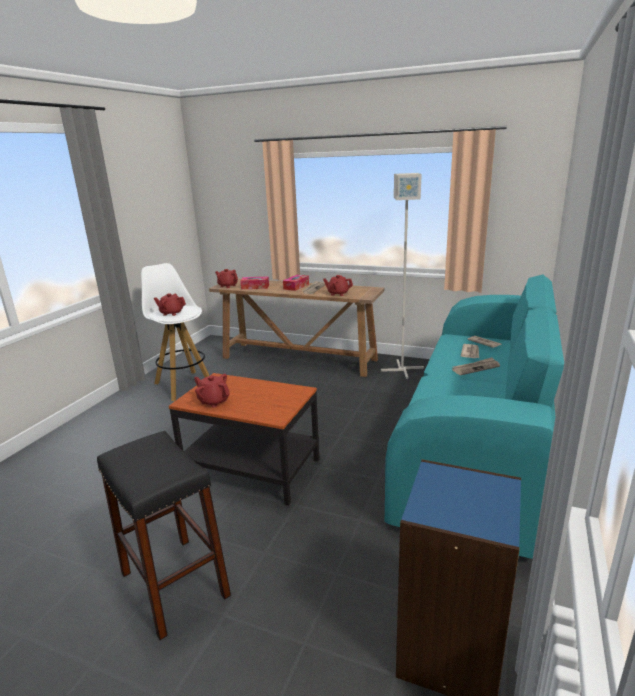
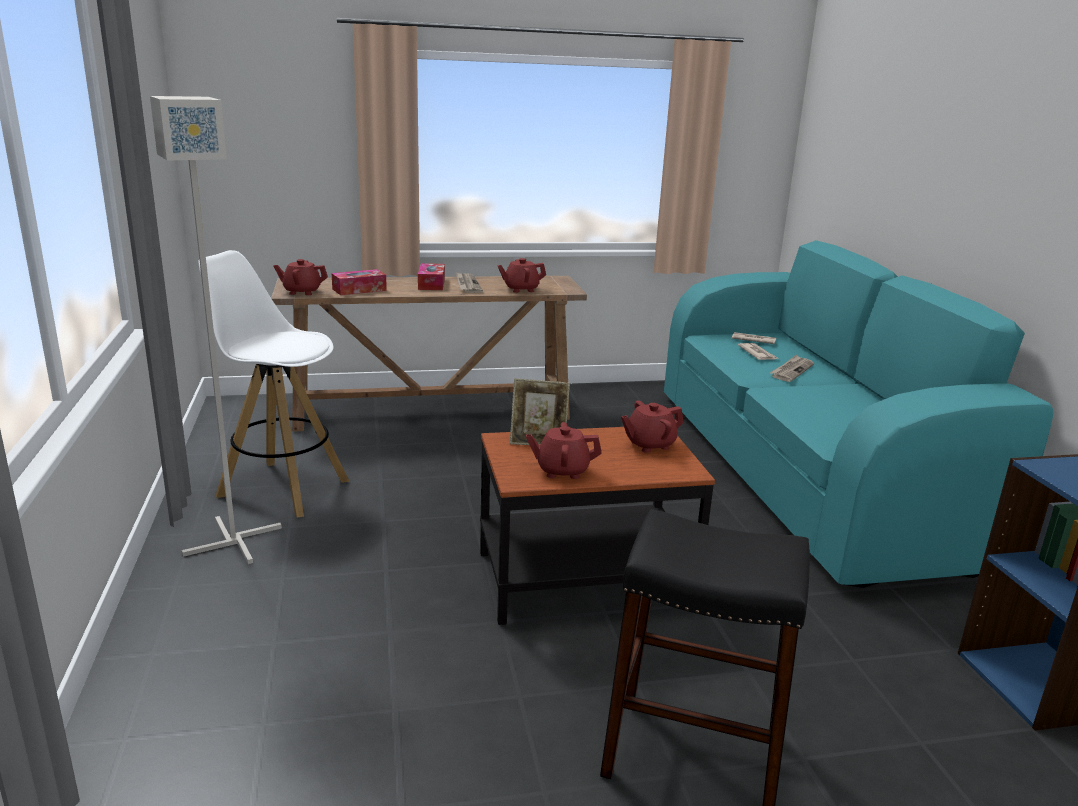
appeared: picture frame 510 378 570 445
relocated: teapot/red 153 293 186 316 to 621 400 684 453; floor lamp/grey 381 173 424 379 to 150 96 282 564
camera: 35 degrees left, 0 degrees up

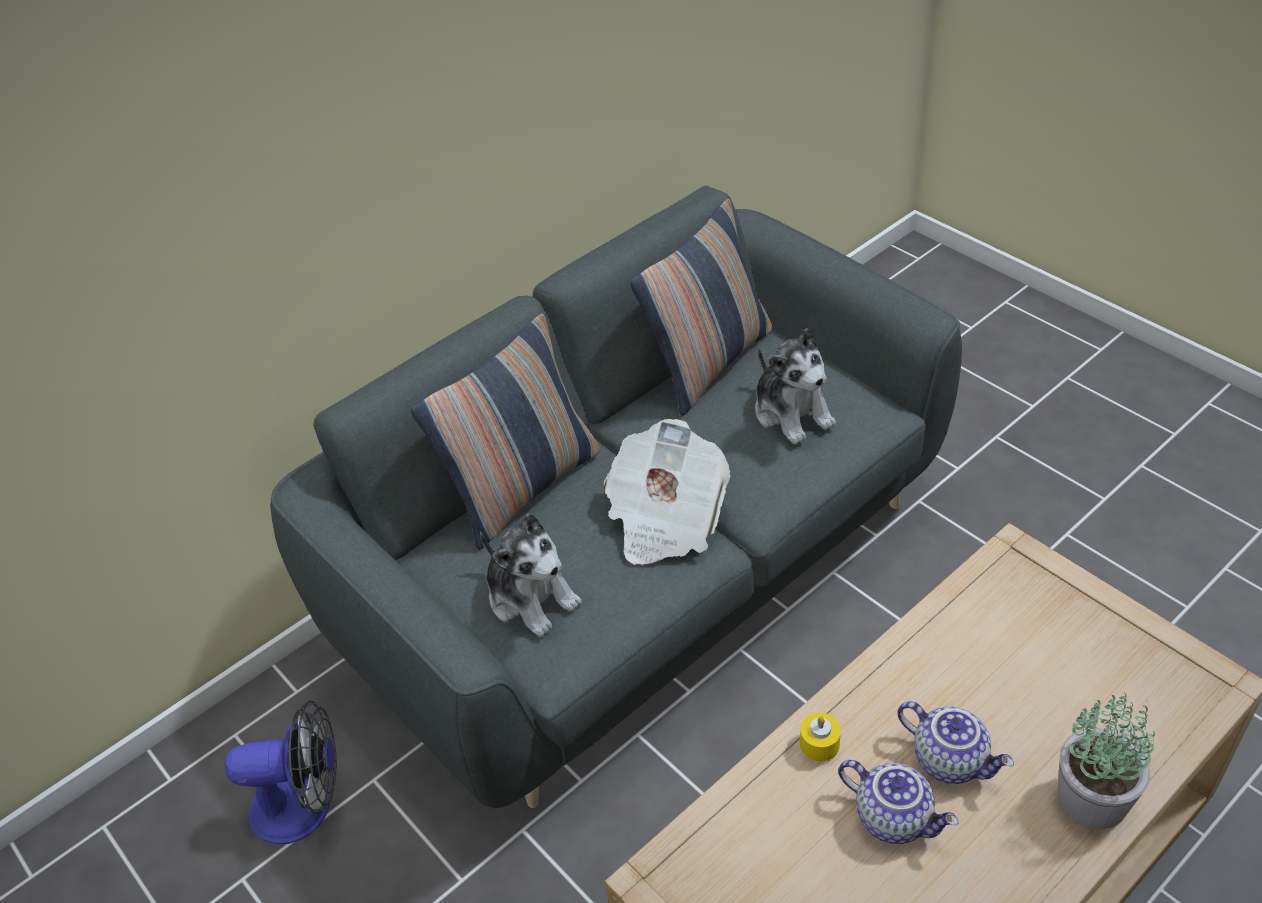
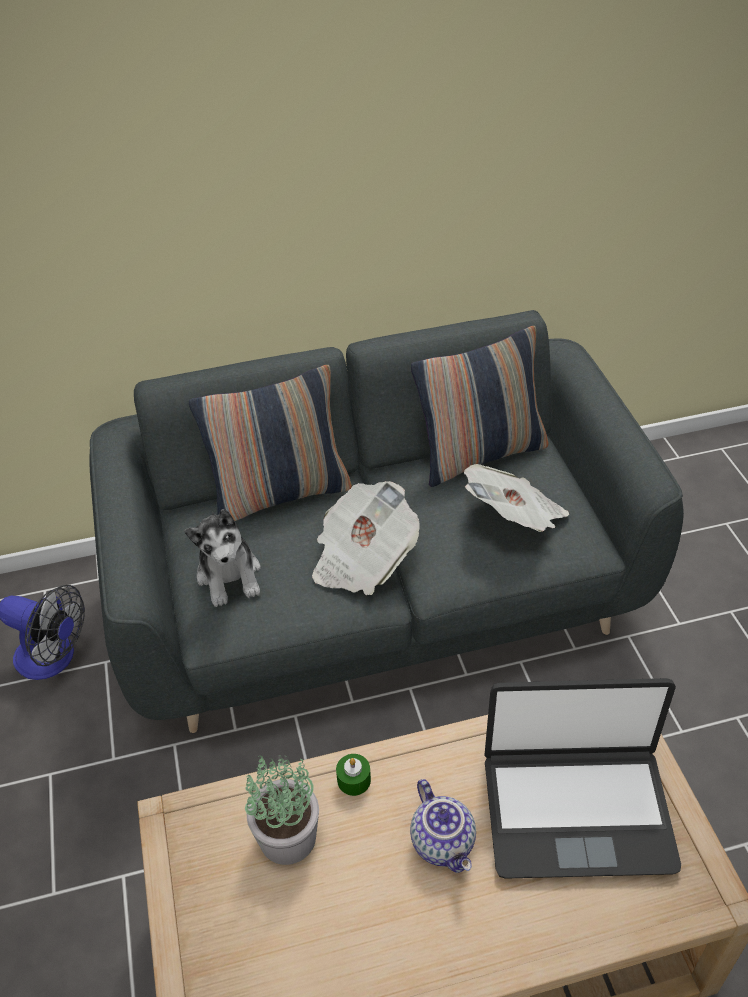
missing: teapot 838 760 958 844
appeared: laptop 484 678 681 879
relocated: potted plant 1057 692 1155 829 to 245 755 319 865
exchanged: plush toy 755 328 836 444 to newspaper 464 464 569 532
colour: candle/yellow 800 713 841 762 to candle/green 336 754 371 796
camera: 25 degrees right, 0 degrees up

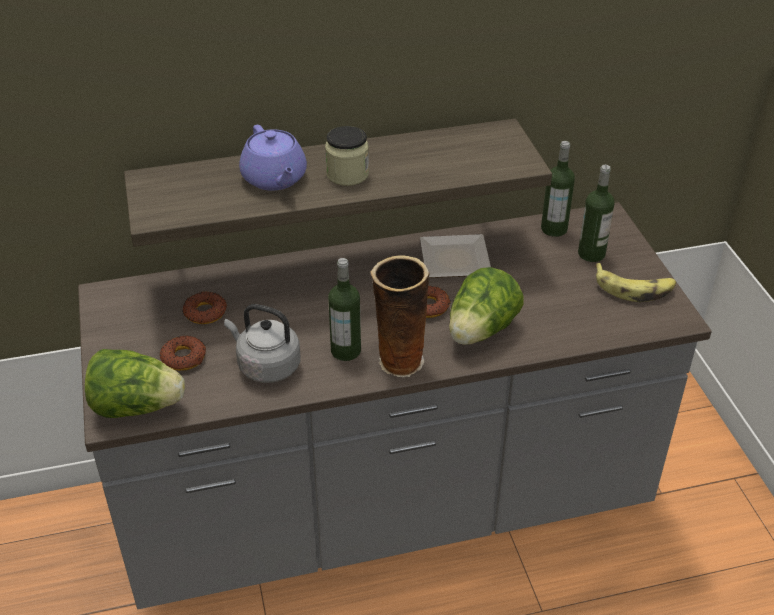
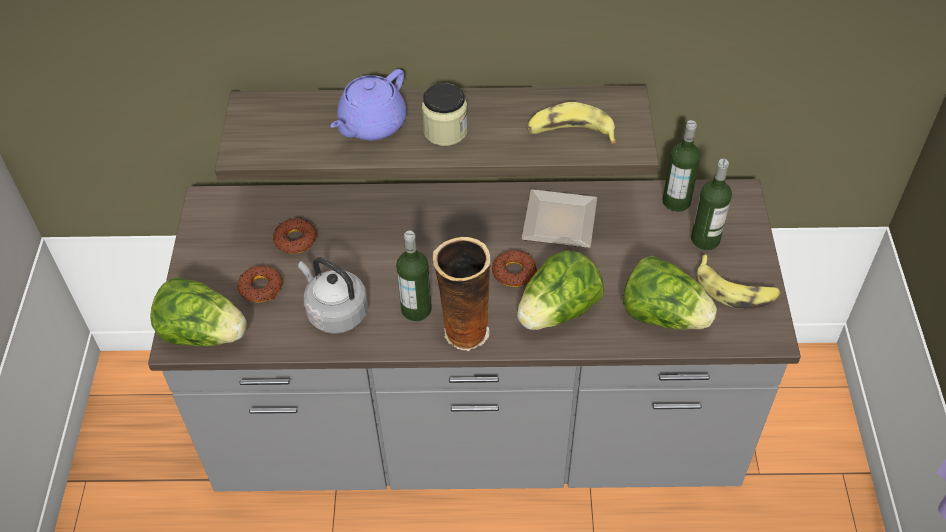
appeared: banana 527 102 616 144; lettuce 623 256 717 330
spun: teapot/purple 239 125 307 191 = 330 69 407 141 45 degrees clockwise
camera: 15 degrees right, 10 degrees up

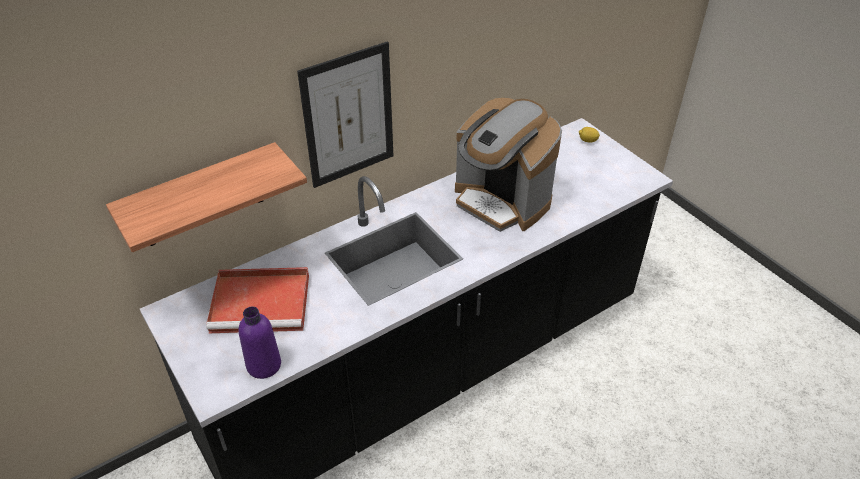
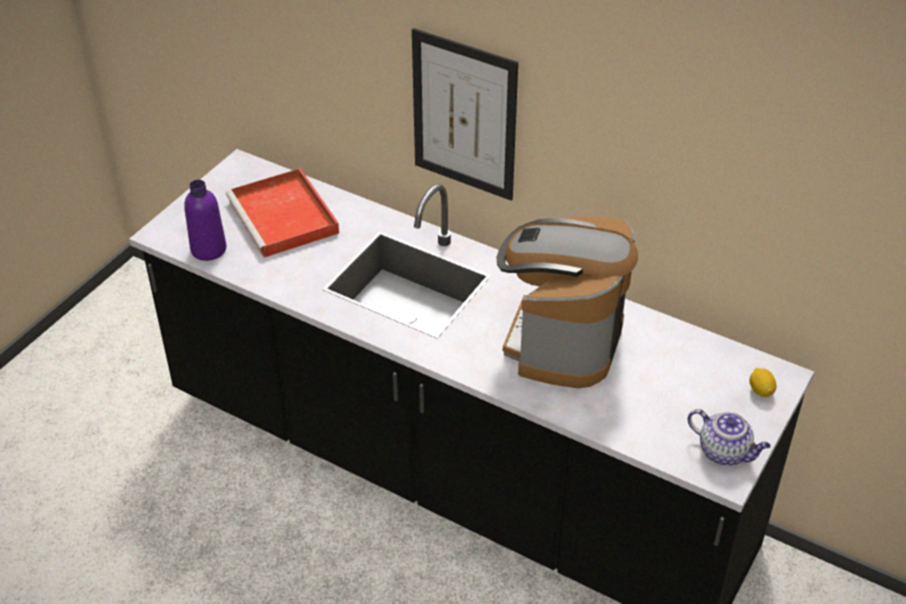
missing: shelf 106 142 307 252
appeared: teapot 688 409 771 466
camera: 65 degrees right, 0 degrees up

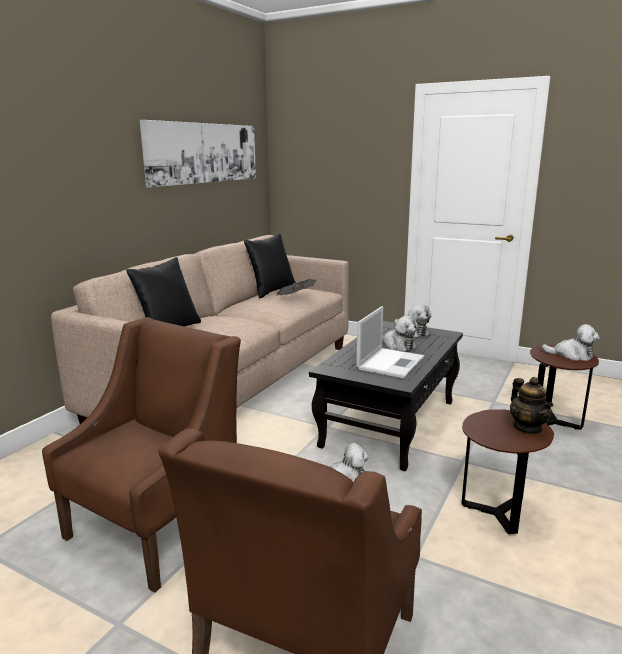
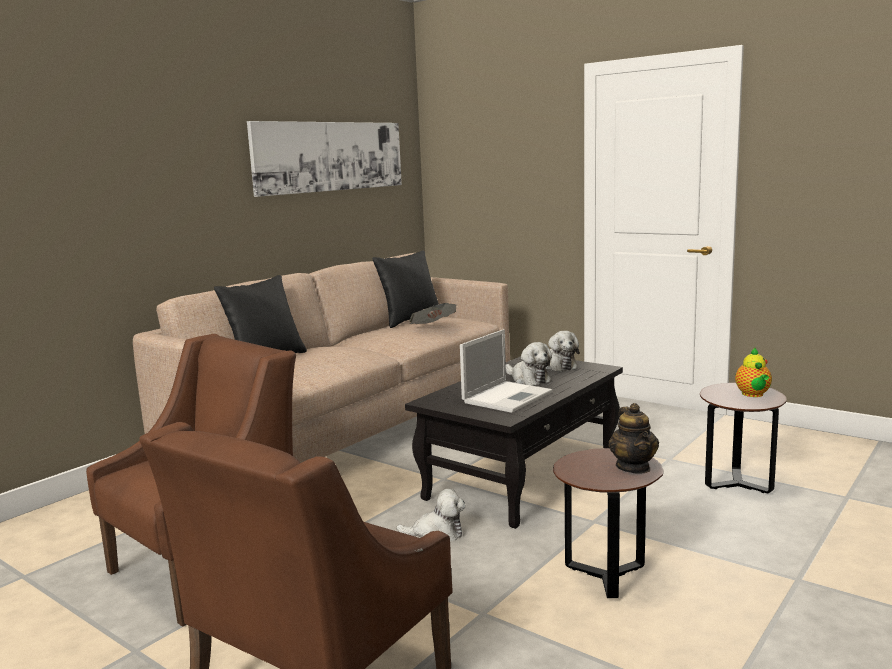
exchanged: plush toy 542 324 600 361 to teapot 735 348 772 397
camera: 10 degrees right, 5 degrees down

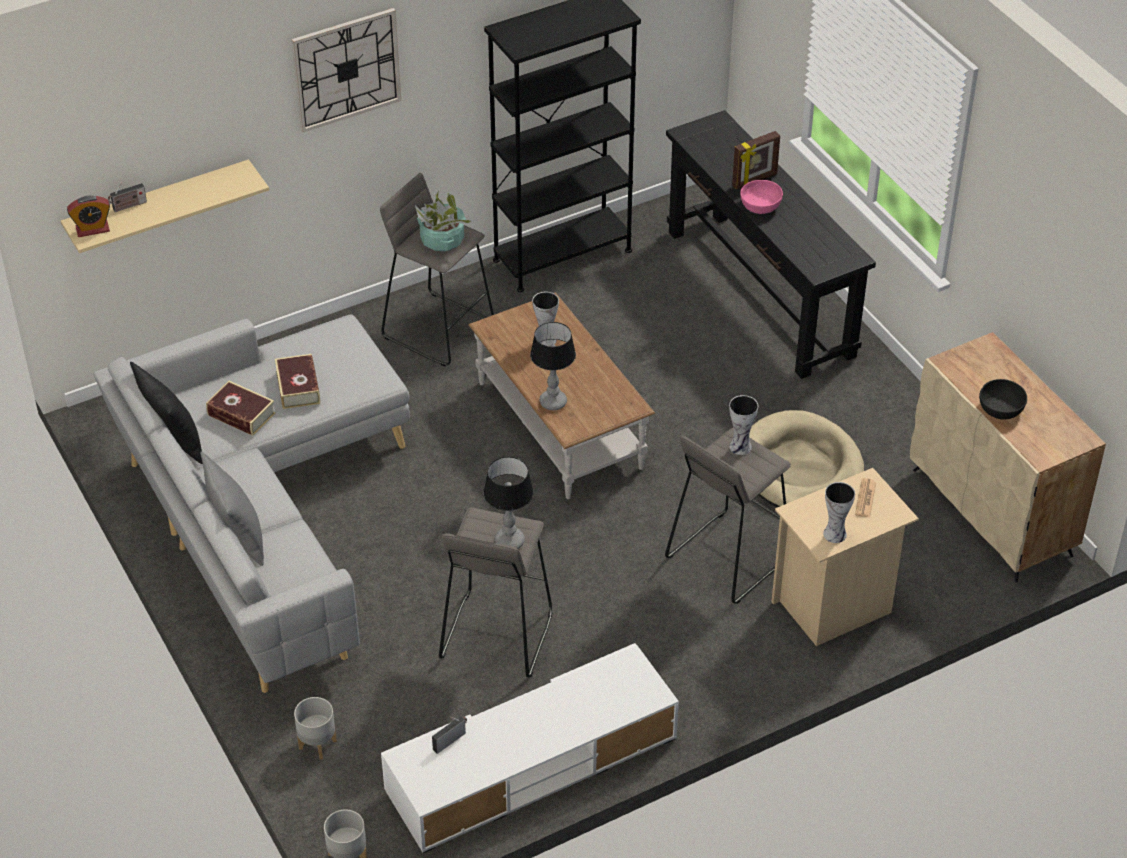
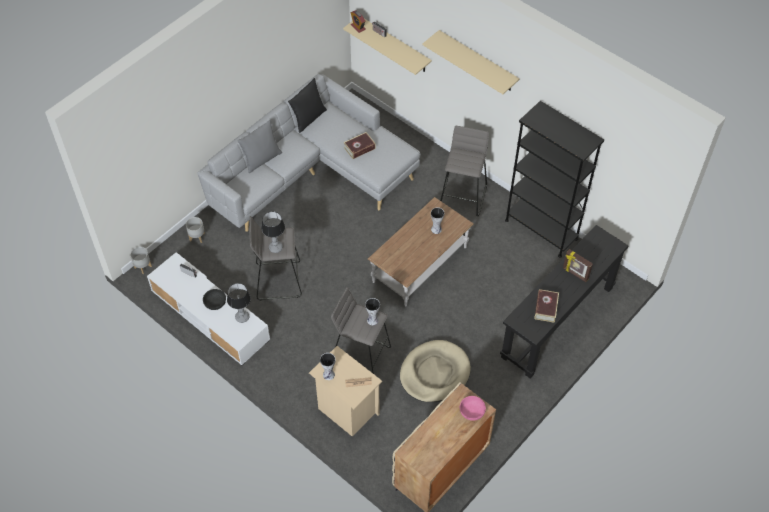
missing: potted plant 415 190 475 251
relocated: book 206 381 276 436 to 534 289 559 323; table lamp 530 322 576 410 to 227 283 251 323; bowl/pink 740 180 783 214 to 460 396 486 421; bowl/black 979 379 1027 420 to 203 289 226 310
exchanged: wall clock 291 8 401 132 to shelf/beige 422 30 520 94
camera: 70 degrees right, 10 degrees up

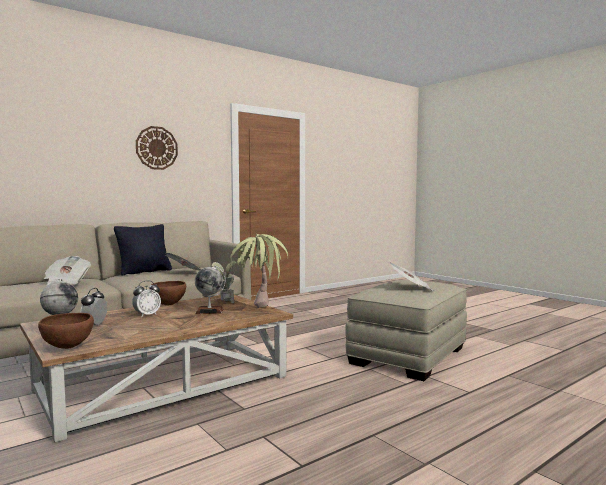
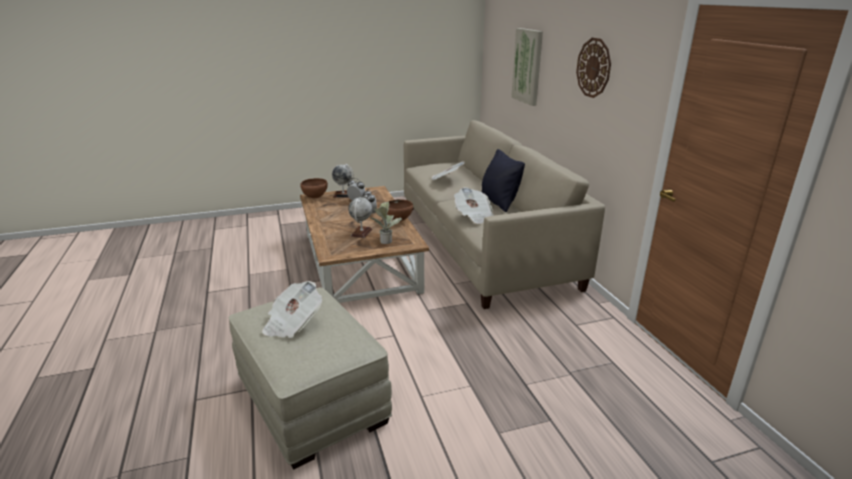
missing: potted plant 230 234 288 308
appeared: picture 511 28 543 106
camera: 110 degrees right, 20 degrees up

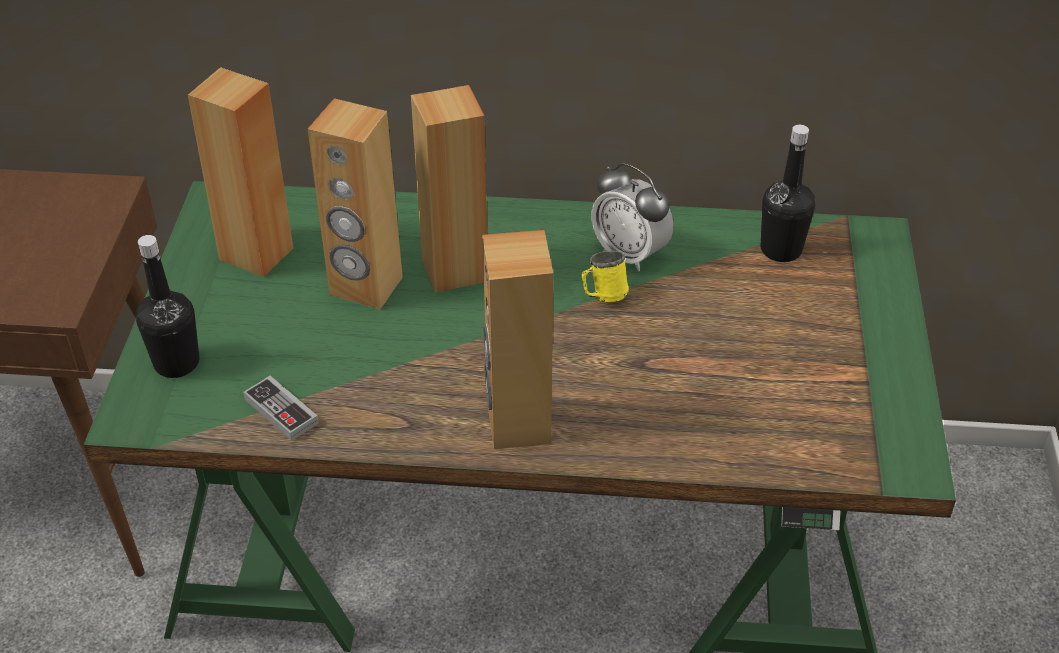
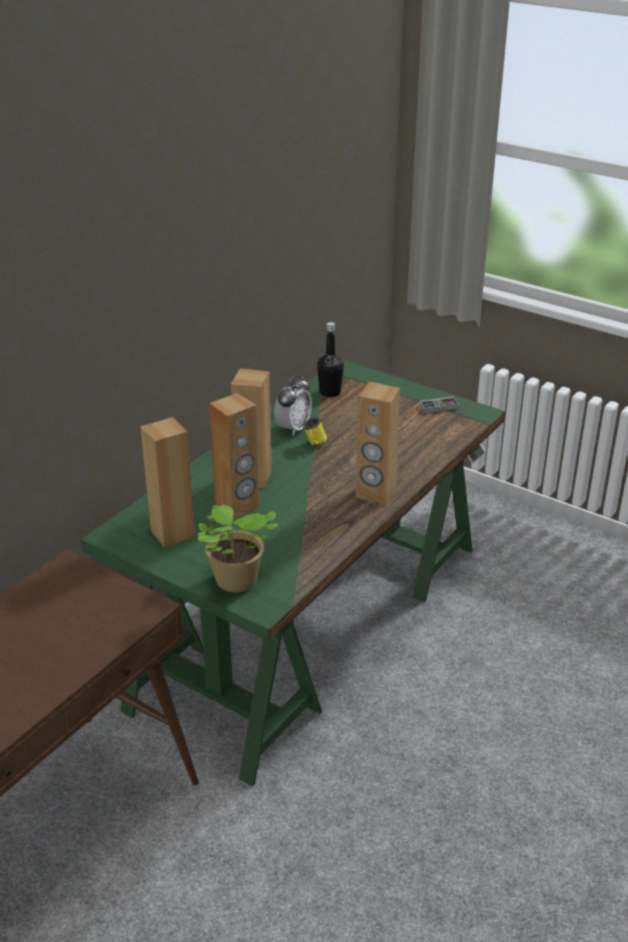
relocated: game controller 243 376 319 441 to 419 397 459 413
exchanged: bottle/black 136 235 199 378 to potted plant 197 504 278 592
spun: alarm clock 592 163 673 271 = 274 375 312 436 45 degrees counterclockwise
camera: 60 degrees left, 10 degrees down

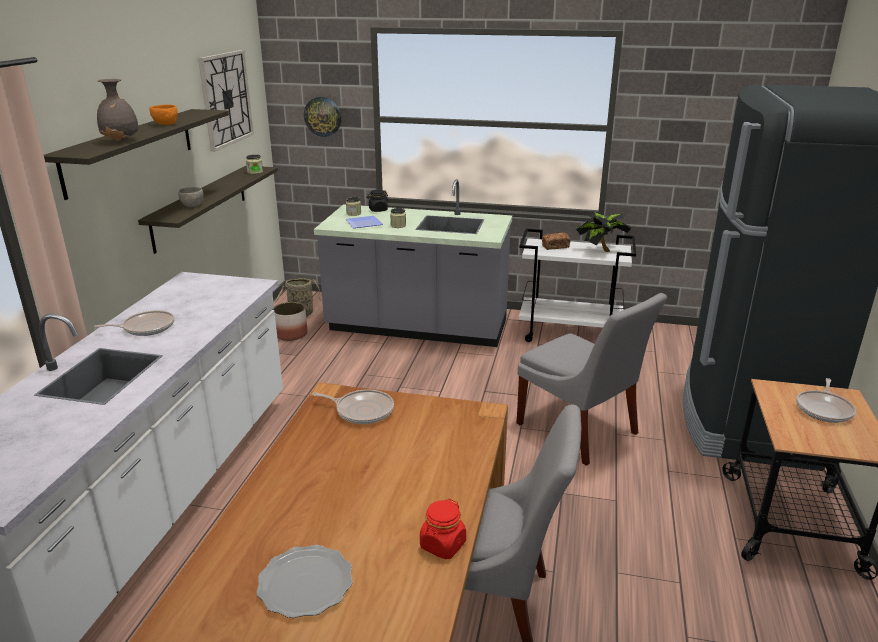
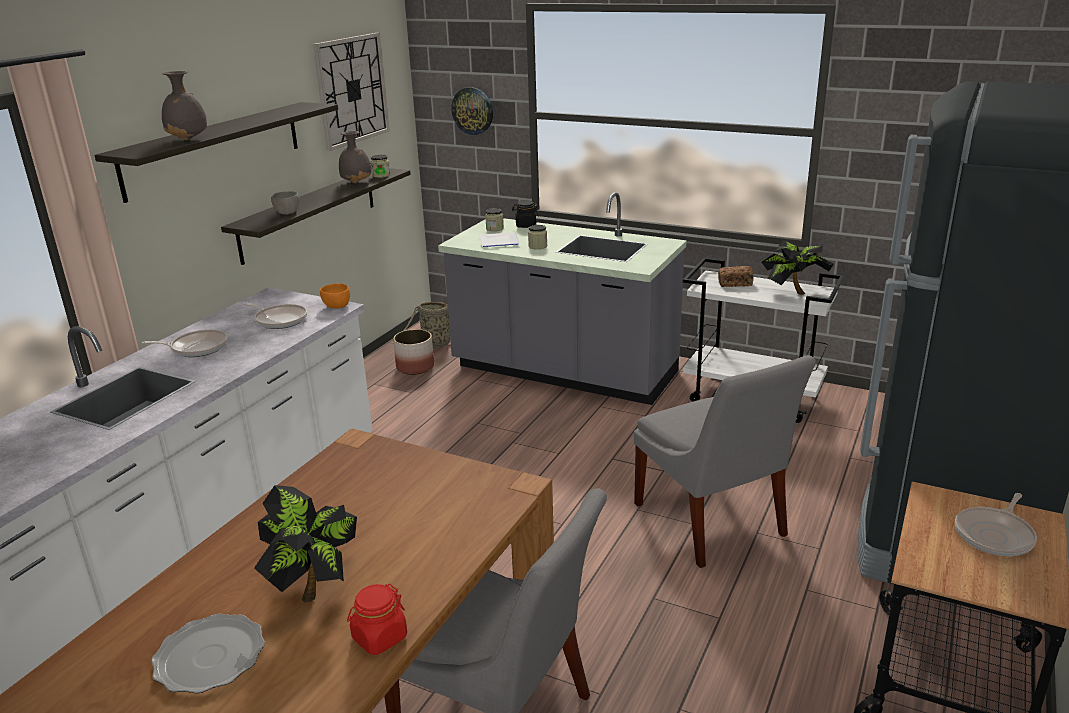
appeared: potted plant 254 485 357 602; vase/grey 339 131 371 183
relocated: bowl/orange 149 105 178 125 to 320 283 350 309; frying pan 312 389 394 424 to 244 303 307 329
camera: 15 degrees right, 0 degrees up

